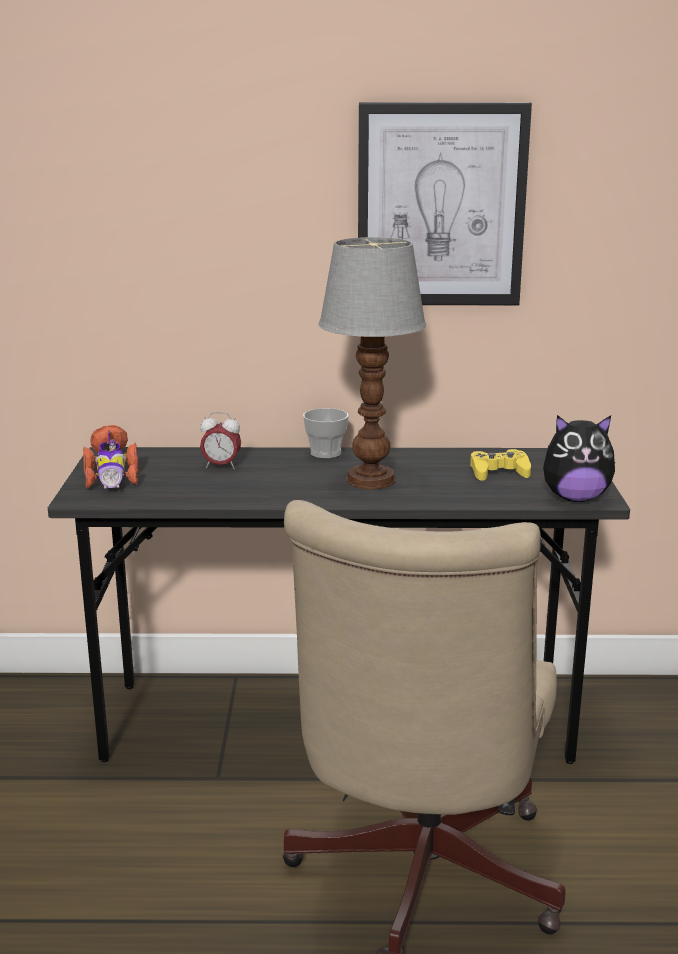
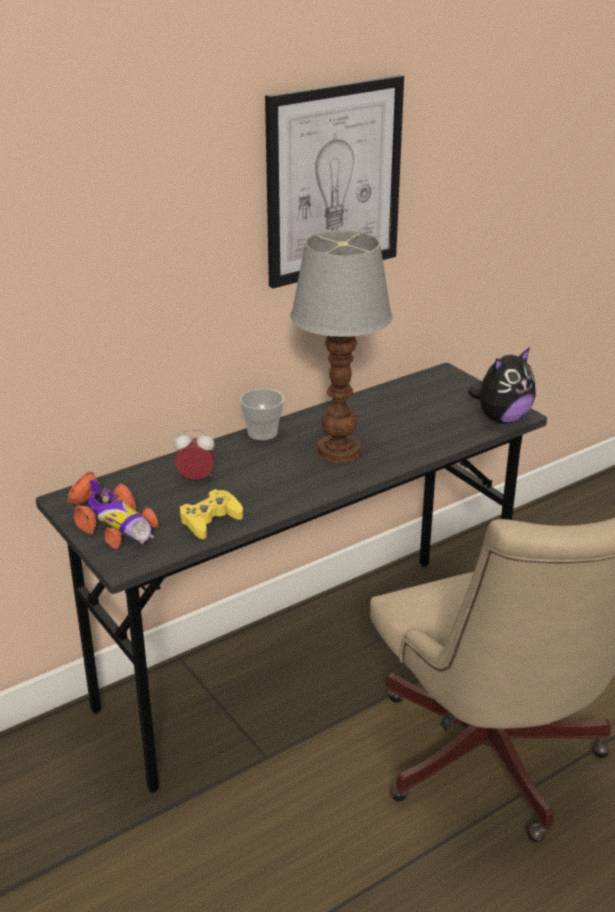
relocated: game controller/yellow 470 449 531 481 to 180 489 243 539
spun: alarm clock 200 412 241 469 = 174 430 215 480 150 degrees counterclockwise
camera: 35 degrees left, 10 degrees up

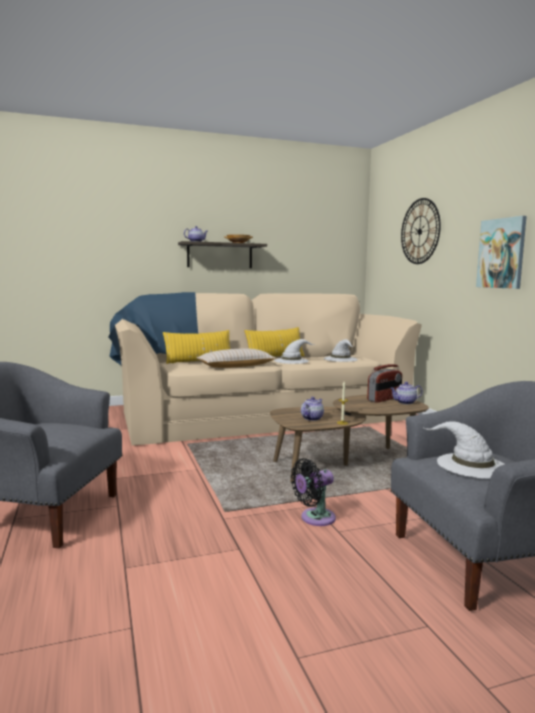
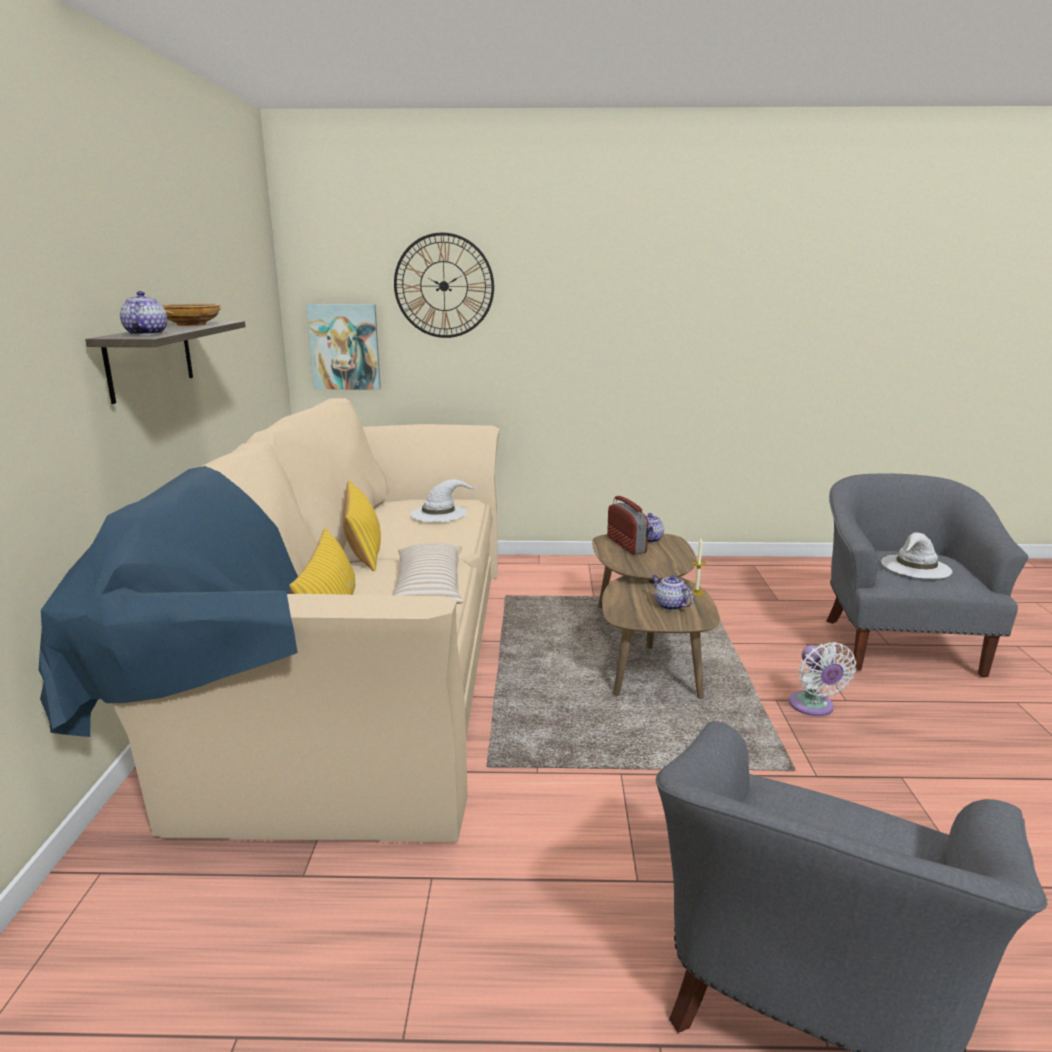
missing: hat/white 274 339 315 364
relocated: picture 476 216 527 289 to 306 304 381 390
colour: fan/black 291 458 336 526 to fan/white 789 642 856 716
camera: 70 degrees left, 10 degrees up

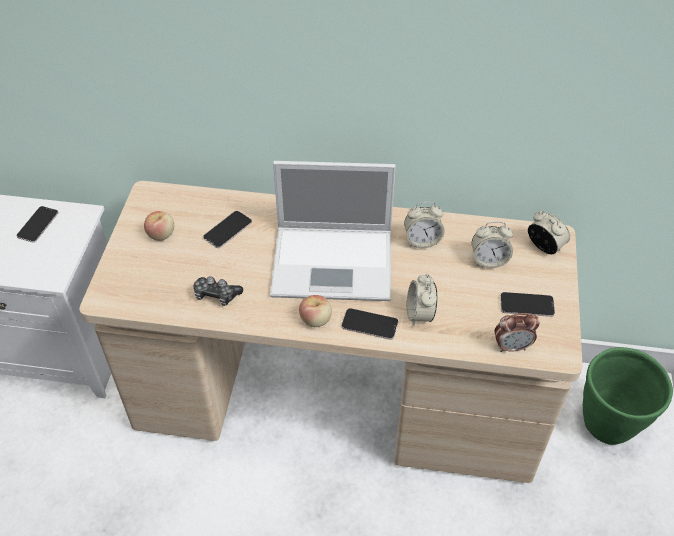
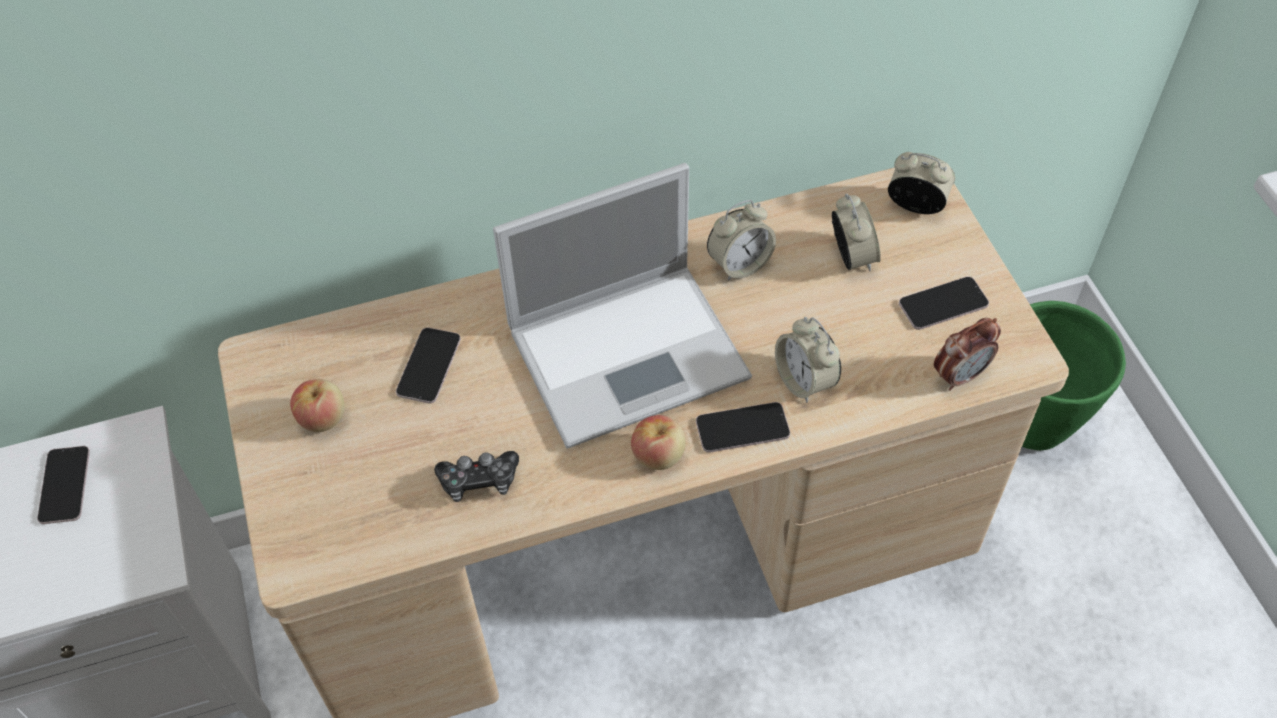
spun: alarm clock 472 221 513 268 = 832 194 881 271 75 degrees counterclockwise
camera: 25 degrees left, 5 degrees up

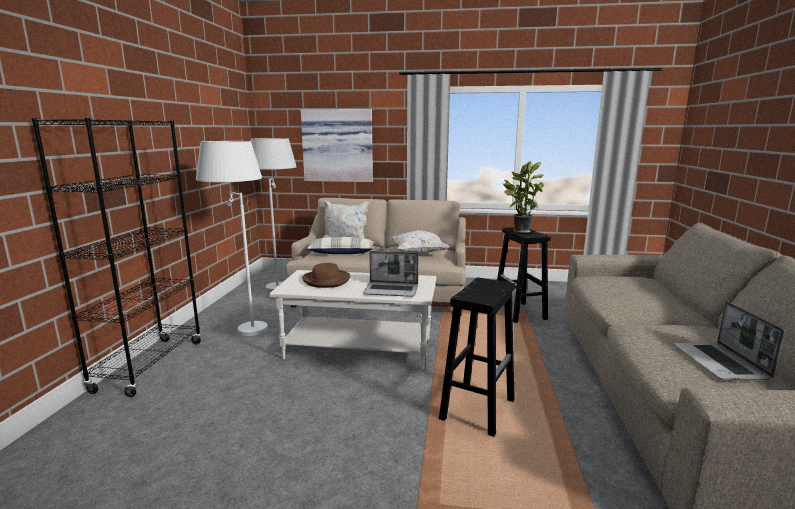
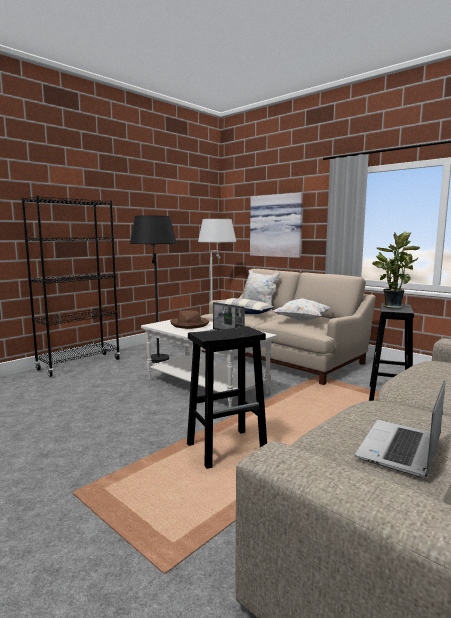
colour: floor lamp/white 196 141 268 336 to floor lamp/black 130 215 176 363
camera: 35 degrees right, 5 degrees down

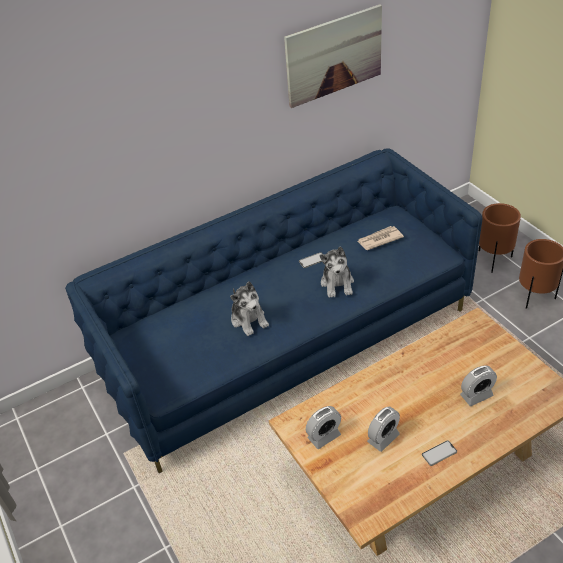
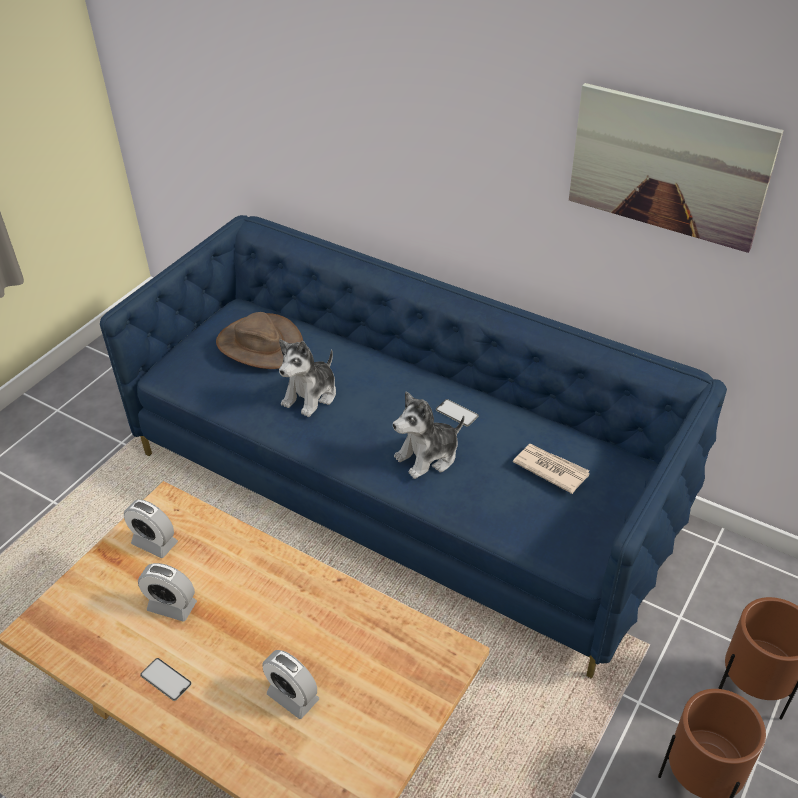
appeared: hat/brown 216 312 303 369
camera: 60 degrees right, 0 degrees up

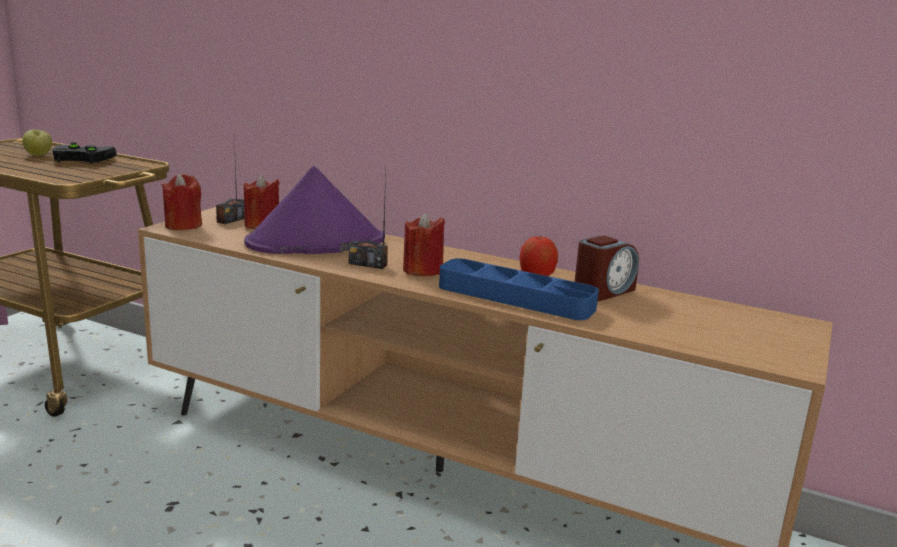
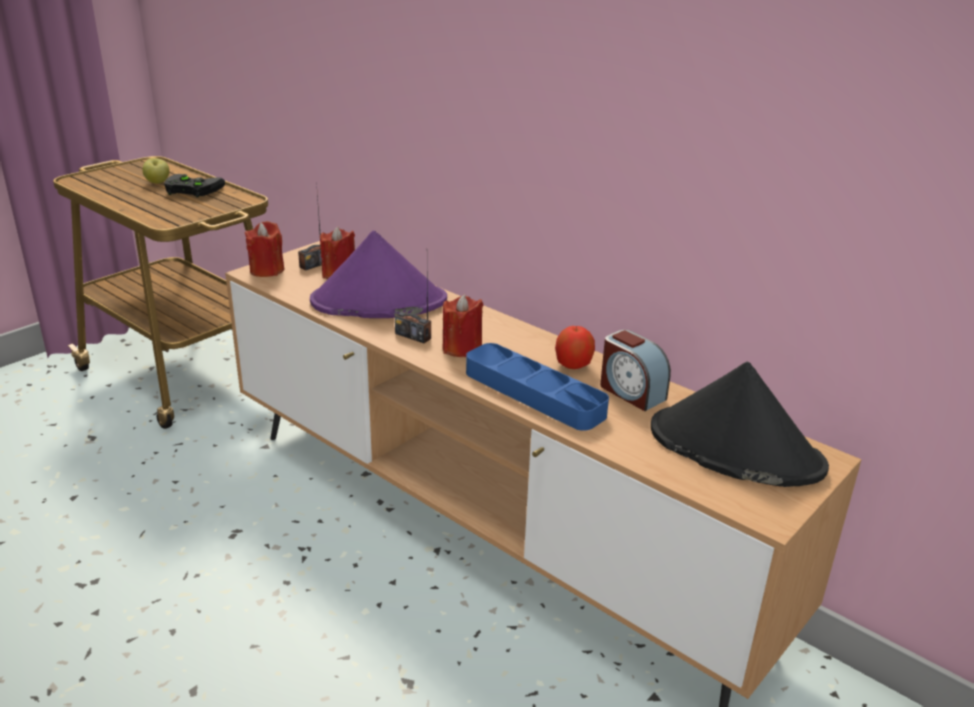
appeared: hat/black 651 362 829 487
spun: alarm clock 575 236 639 301 = 600 330 671 411 75 degrees clockwise
camera: 15 degrees right, 10 degrees up

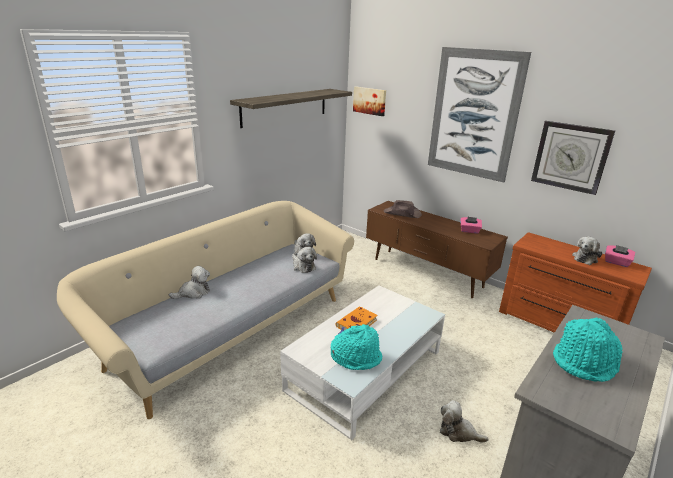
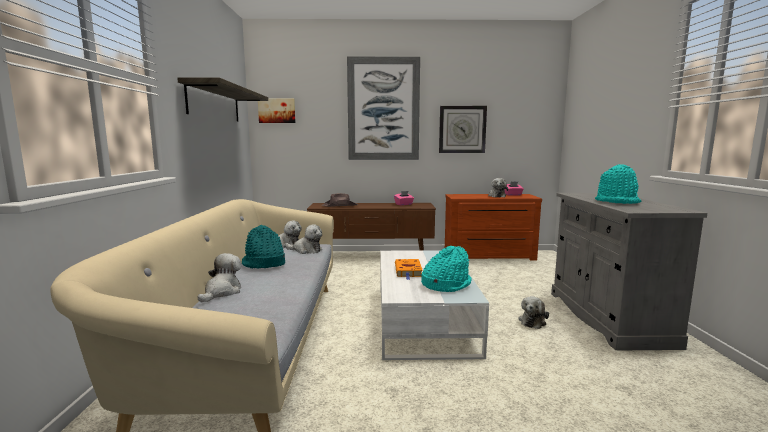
appeared: hat/turquoise 242 225 285 268
spun: plush toy 440 400 489 442 = 518 296 549 329 45 degrees counterclockwise
camera: 40 degrees left, 15 degrees down

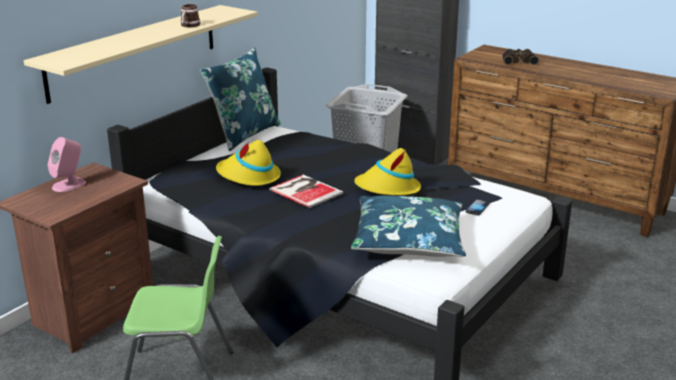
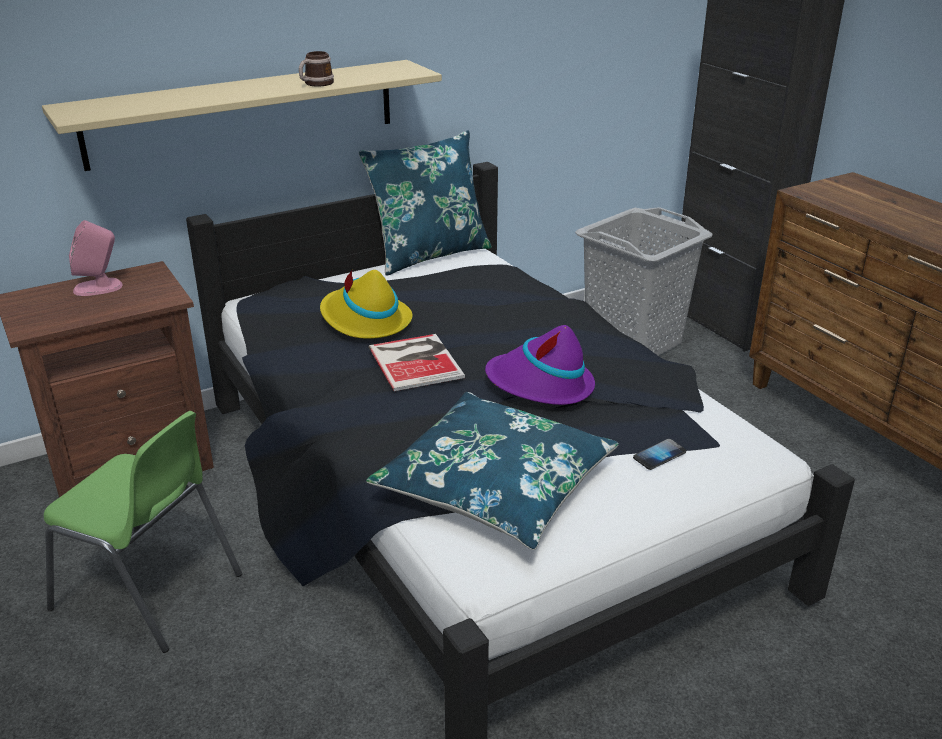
missing: binoculars 502 49 539 65
colour: hat/yellow 354 148 421 195 to hat/purple 485 325 595 405
camera: 25 degrees right, 5 degrees up

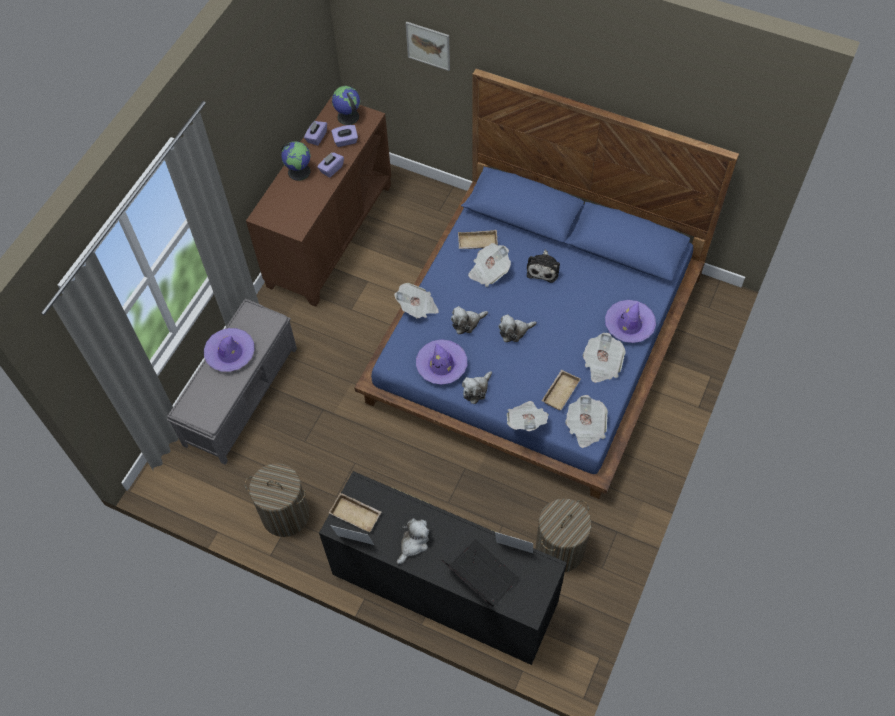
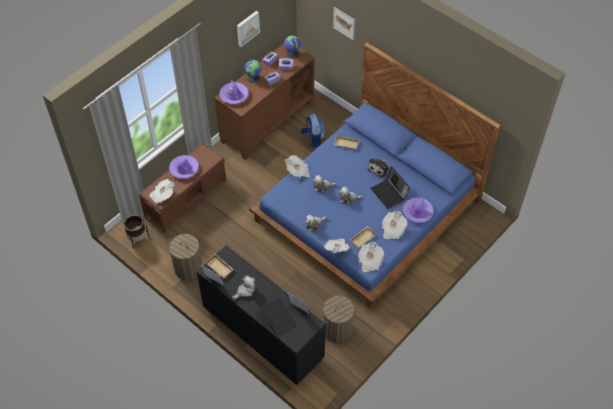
appeared: planter/brown 124 215 149 248; picture 237 11 260 47; backpack 301 114 325 148; laptop 370 167 410 209
relocated: hat/purple 416 339 467 384 to 220 80 249 104; newspaper 468 243 511 287 to 149 179 174 204
colour: bench/grey 167 299 297 465 to bench/brown 138 142 226 233
camera: 15 degrees right, 5 degrees down

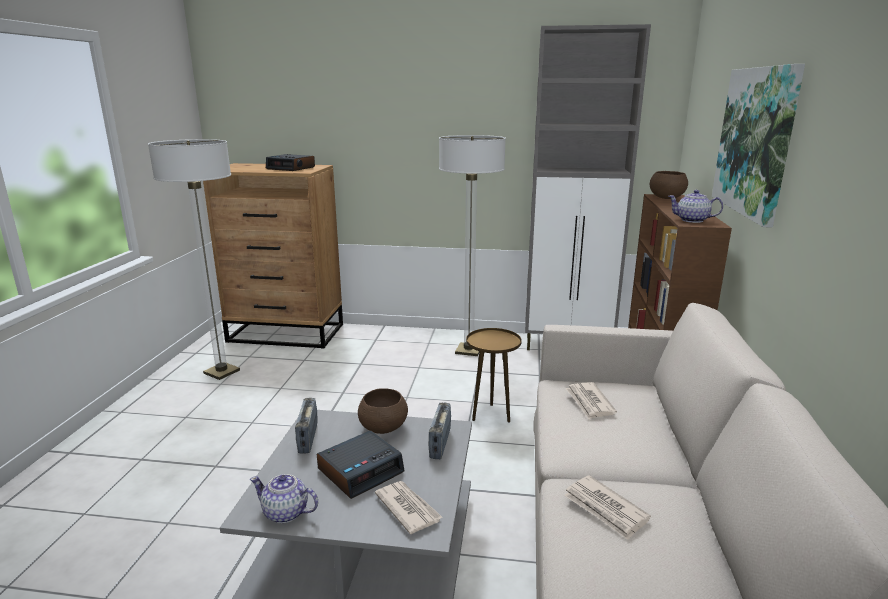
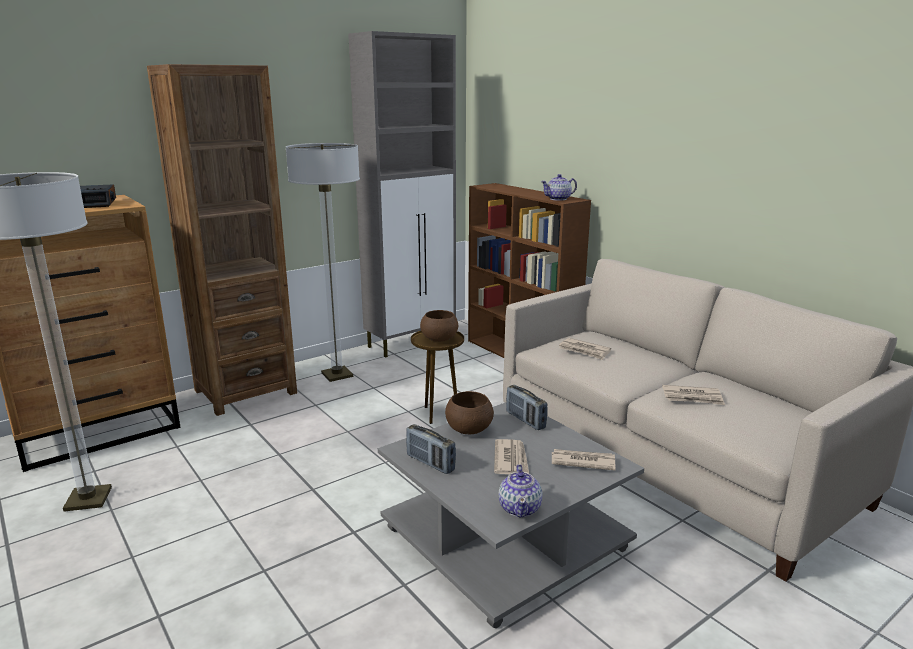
missing: picture 712 64 805 228
appeared: bookcase/brown 147 64 297 416
relocated: bowl/brown 650 171 688 199 to 420 310 458 342
exchanged: alarm clock 317 430 405 499 to newspaper 494 439 529 474
spun: teapot 250 474 318 523 = 499 464 542 518 60 degrees counterclockwise
camera: 45 degrees left, 0 degrees up

